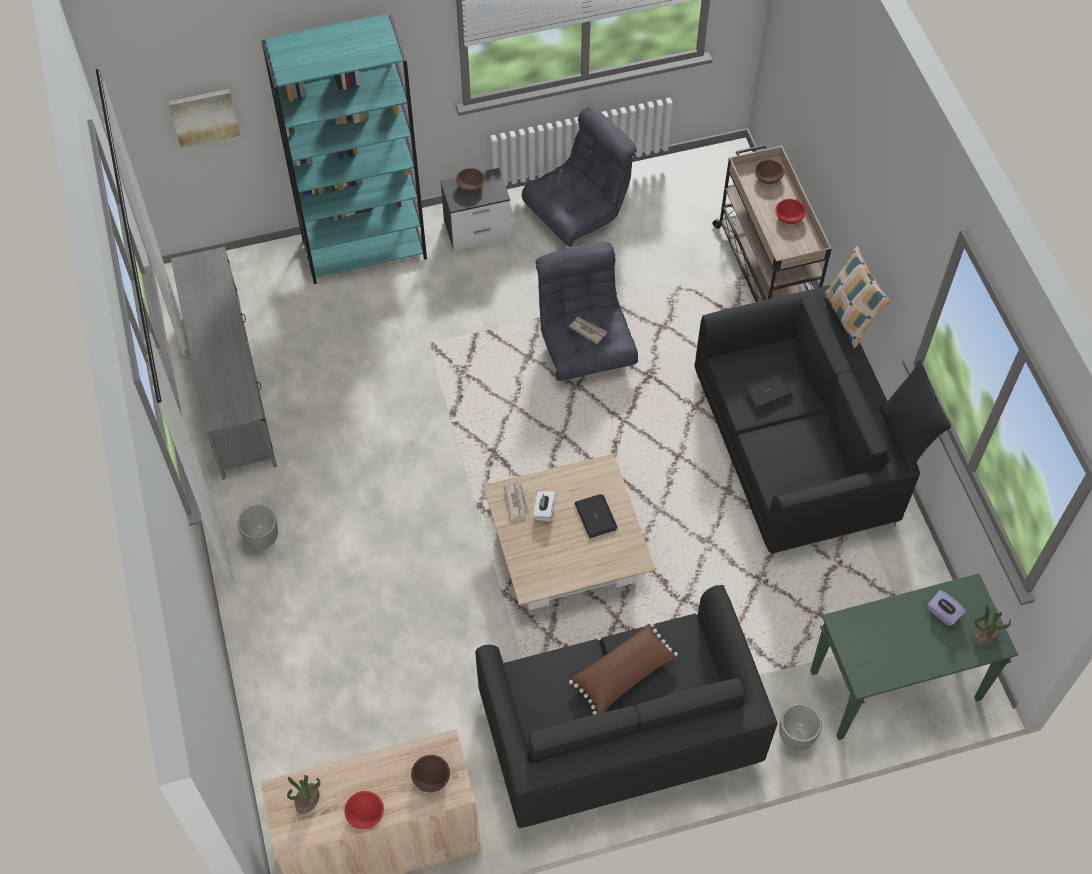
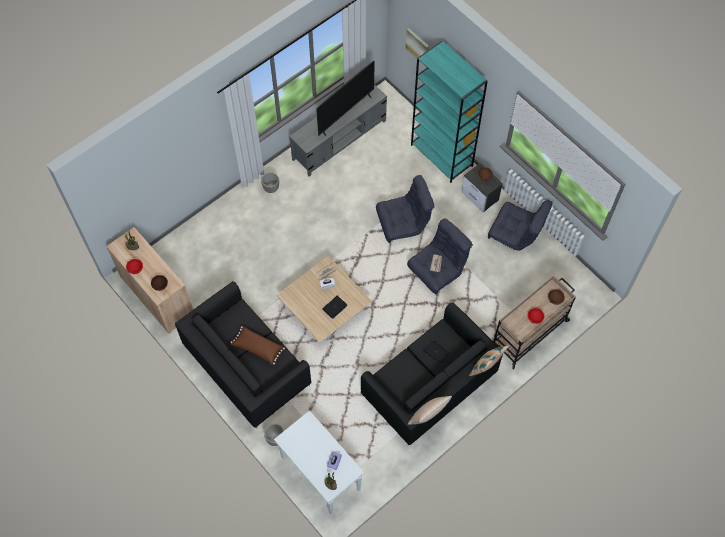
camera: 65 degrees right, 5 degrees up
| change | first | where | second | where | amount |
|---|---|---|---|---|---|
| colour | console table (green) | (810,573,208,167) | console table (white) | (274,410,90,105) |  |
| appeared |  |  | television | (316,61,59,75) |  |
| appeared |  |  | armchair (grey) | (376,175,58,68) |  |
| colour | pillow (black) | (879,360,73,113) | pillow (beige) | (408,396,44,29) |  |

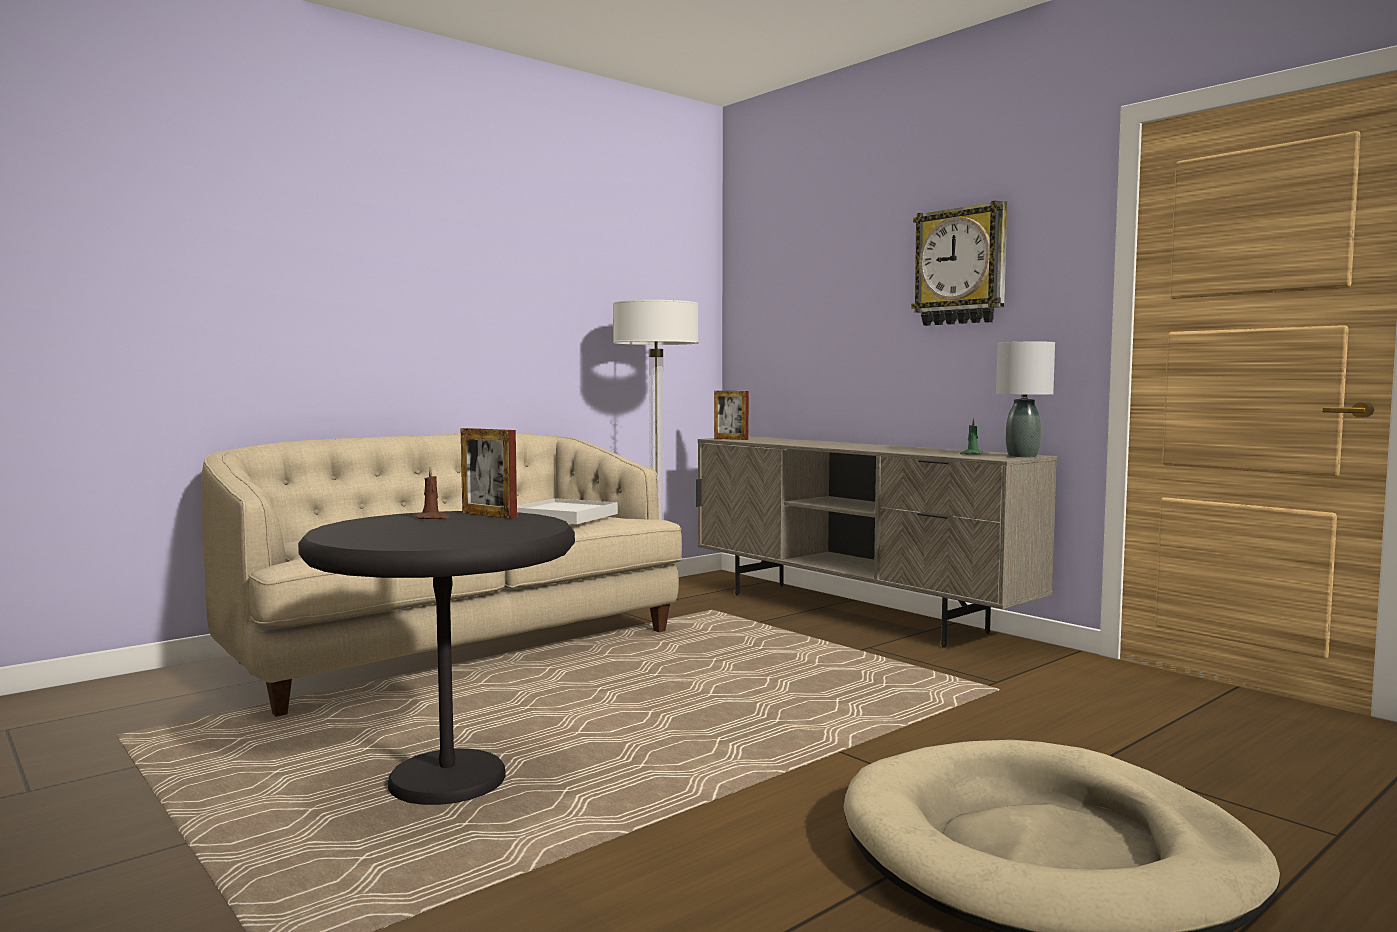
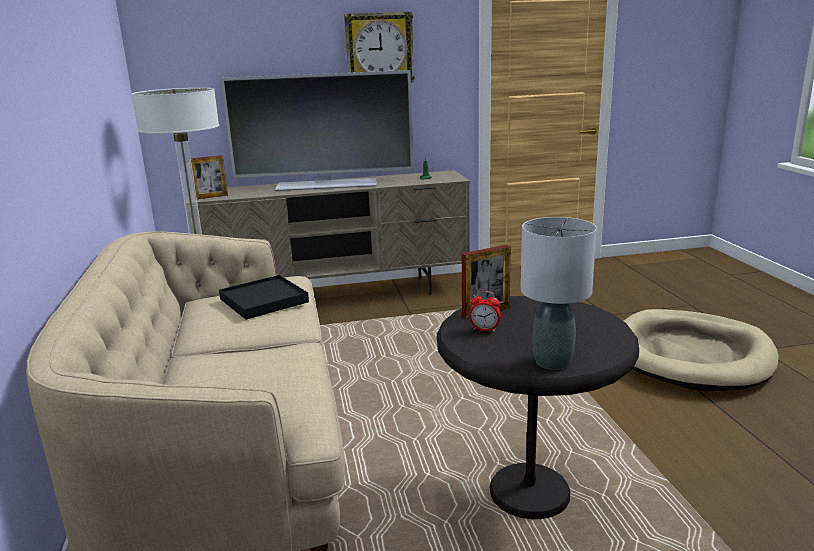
camera: 60 degrees left, 15 degrees up
| change | first | where | second | where | amount |
|---|---|---|---|---|---|
| colour | tray (white) | (517,498,101,26) | tray (black) | (219,275,90,45) |  |
| appeared |  |  | television | (221,70,193,121) |  |
| exchanged | candle (brown) | (416,466,34,53) | alarm clock | (469,291,32,41) |  |
| relocated | table lamp (grey) | (996,342,59,115) |  | (520,217,77,153) |  |

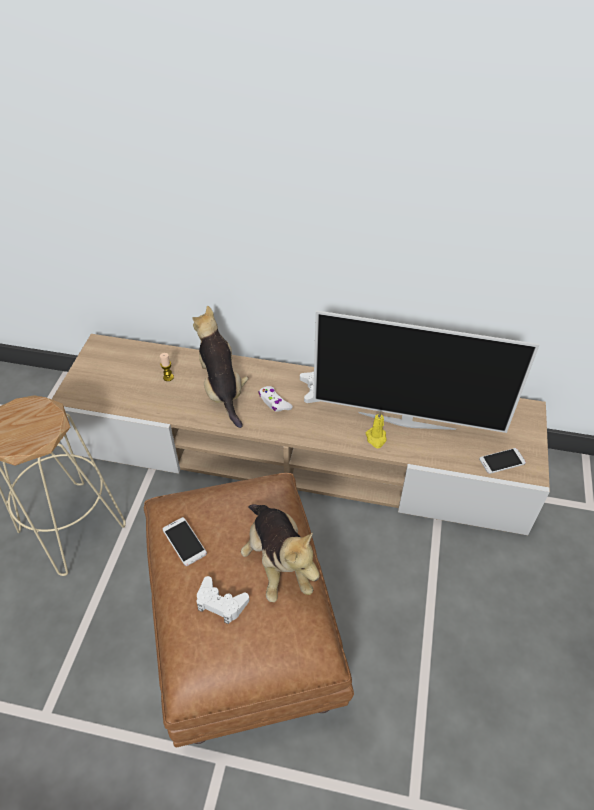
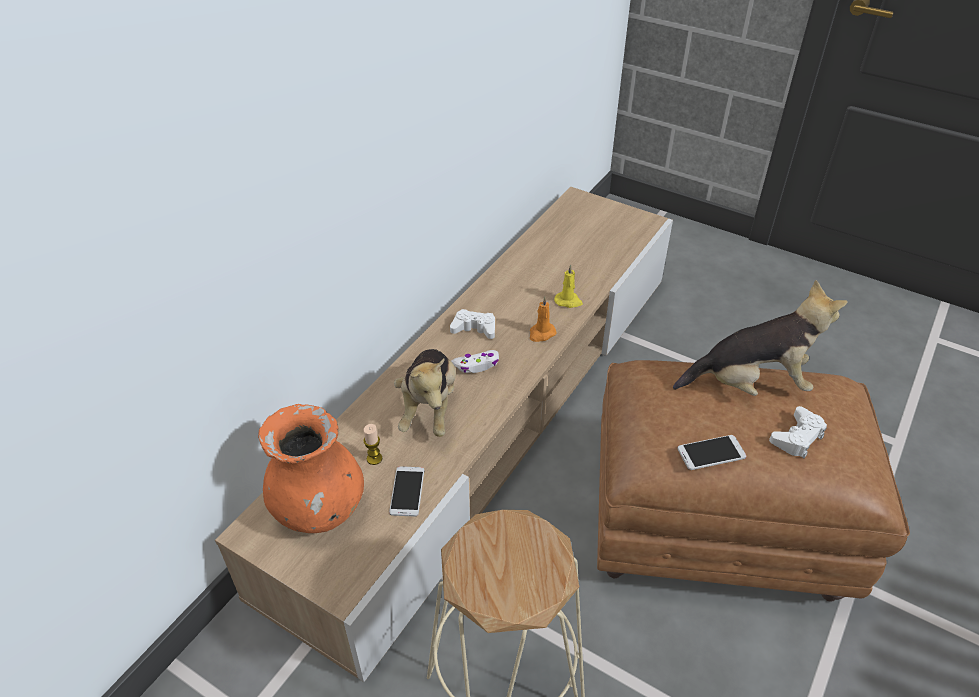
camera: 70 degrees left, 5 degrees down
| change | first | where | second | where | amount |
|---|---|---|---|---|---|
| appeared |  |  | vase (orange) | (258,404,106,129) |  |
| relocated | phone | (479,448,47,26) |  | (389,466,35,51) |  |
| spun | plush toy | (192,306,56,122) |  | (394,349,62,88) | 90 degrees counterclockwise |
| appeared |  |  | candle (orange) | (530,296,27,46) |  |
| missing | television | (313,310,226,123) |  |  |  |

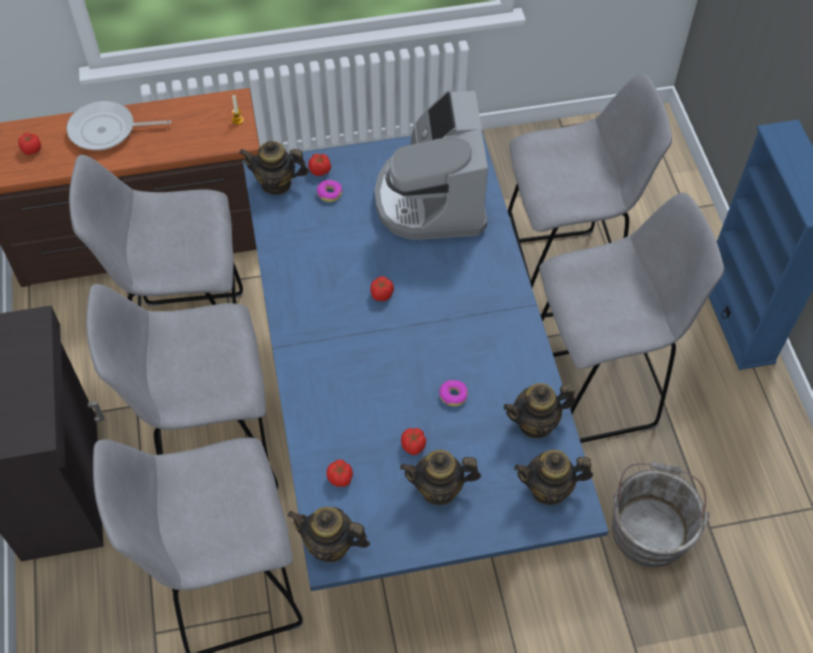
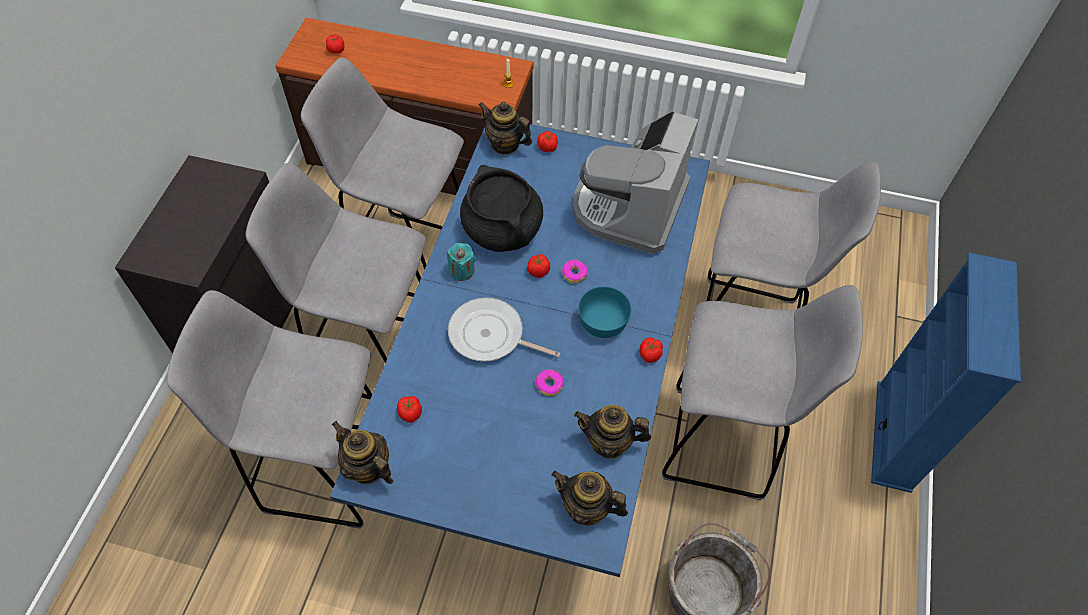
camera: 25 degrees right, 0 degrees up
| change | first | where | second | where | amount |
|---|---|---|---|---|---|
| appeared |  |  | candle (turquoise) | (447,243,29,38) |  |
| relocated | frying pan | (67,101,104,49) |  | (448,297,112,64) |  |
| appeared |  |  | cooking pot (black) | (460,165,83,87) |  |
| relocated | donut | (317,180,26,22) |  | (562,260,26,23) |  |
| appeared |  |  | bowl (turquoise) | (578,286,53,52) |  |
| relocated | tomato | (401,428,25,27) |  | (639,337,24,26) |  |
| missing | teapot | (400,450,81,55) |  |  |  |

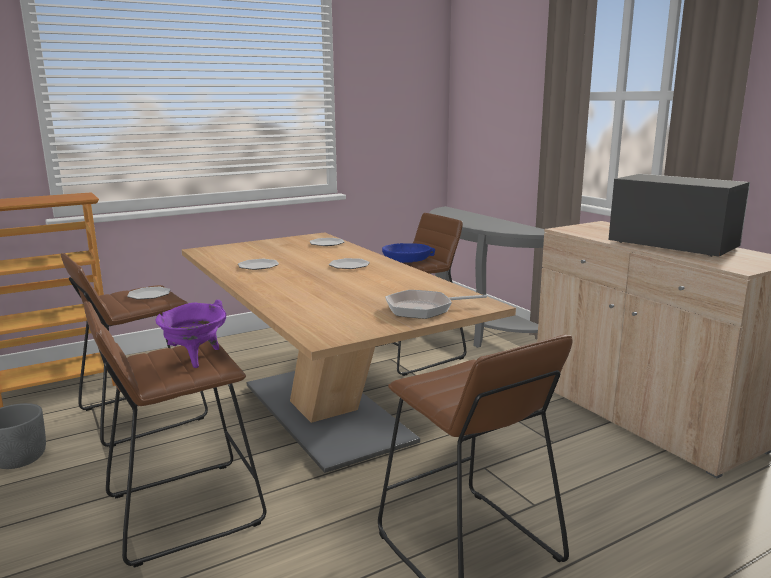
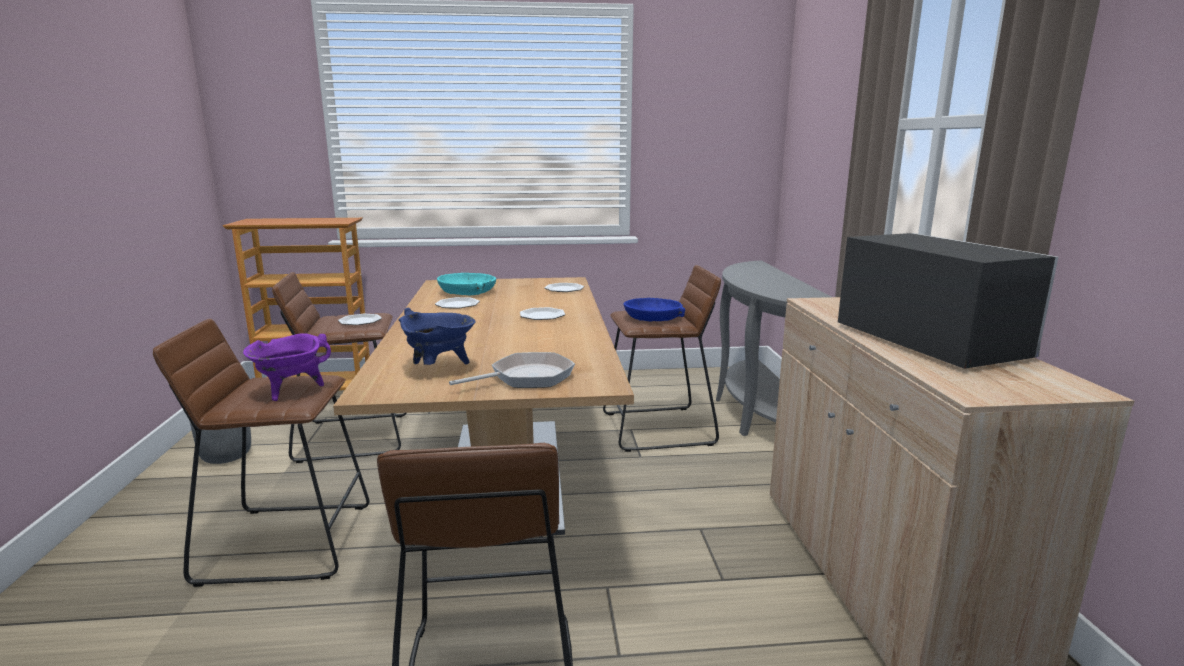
camera: 25 degrees right, 0 degrees up
| change | first | where | second | where | amount |
|---|---|---|---|---|---|
| appeared |  |  | cooking pot (blue) | (398,308,78,57) |  |
| appeared |  |  | bowl (turquoise) | (437,273,59,22) |  |
| spun | frying pan | (385,290,102,29) |  | (449,352,126,36) | 135 degrees clockwise |

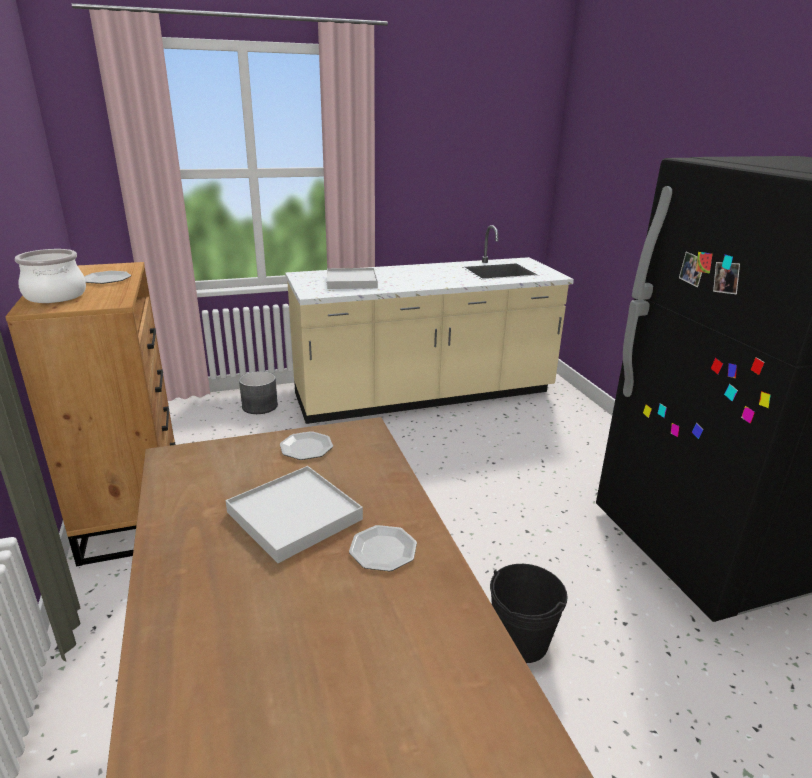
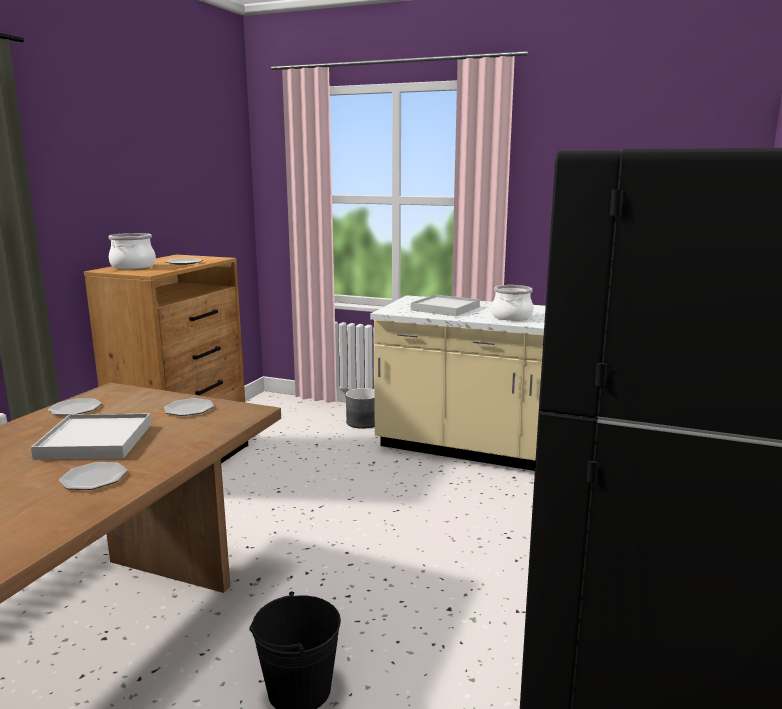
camera: 40 degrees right, 10 degrees down
| change | first | where | second | where | amount |
|---|---|---|---|---|---|
| appeared |  |  | plate | (48,398,54,17) |  |
| appeared |  |  | cooking pot | (491,285,42,36) |  |

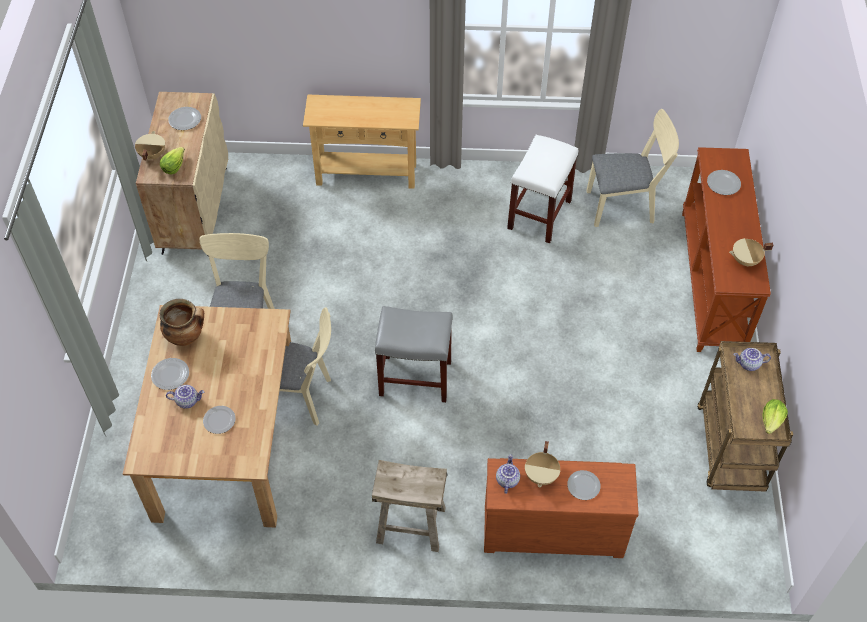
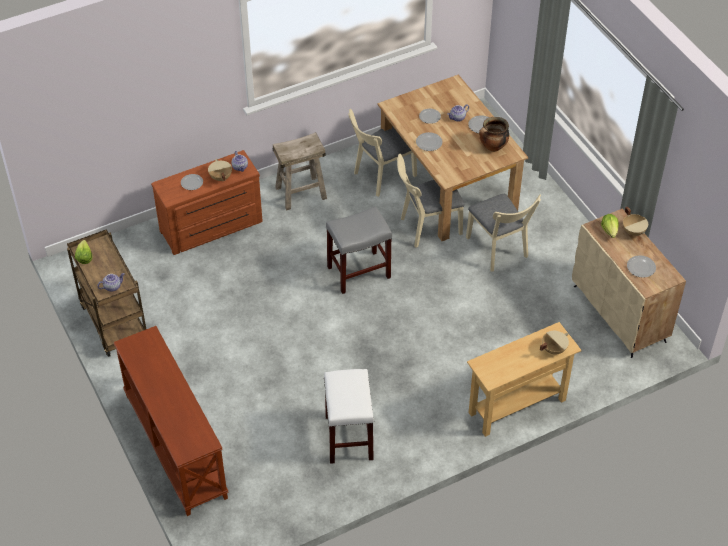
camera: 150 degrees right, 5 degrees down
| change | first | where | second | where | amount |
|---|---|---|---|---|---|
| relocated | chair (beige) | (586,109,93,118) |  | (348,109,69,88) |  |
| relocated | plate | (707,170,34,25) |  | (416,132,26,19) |  |
| relocated | cooking pot (beige) | (729,238,44,28) |  | (540,331,29,23) |  |

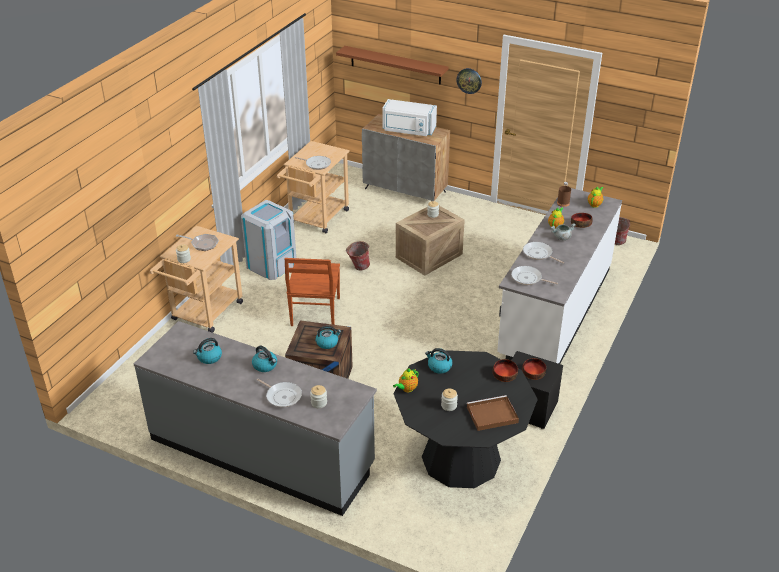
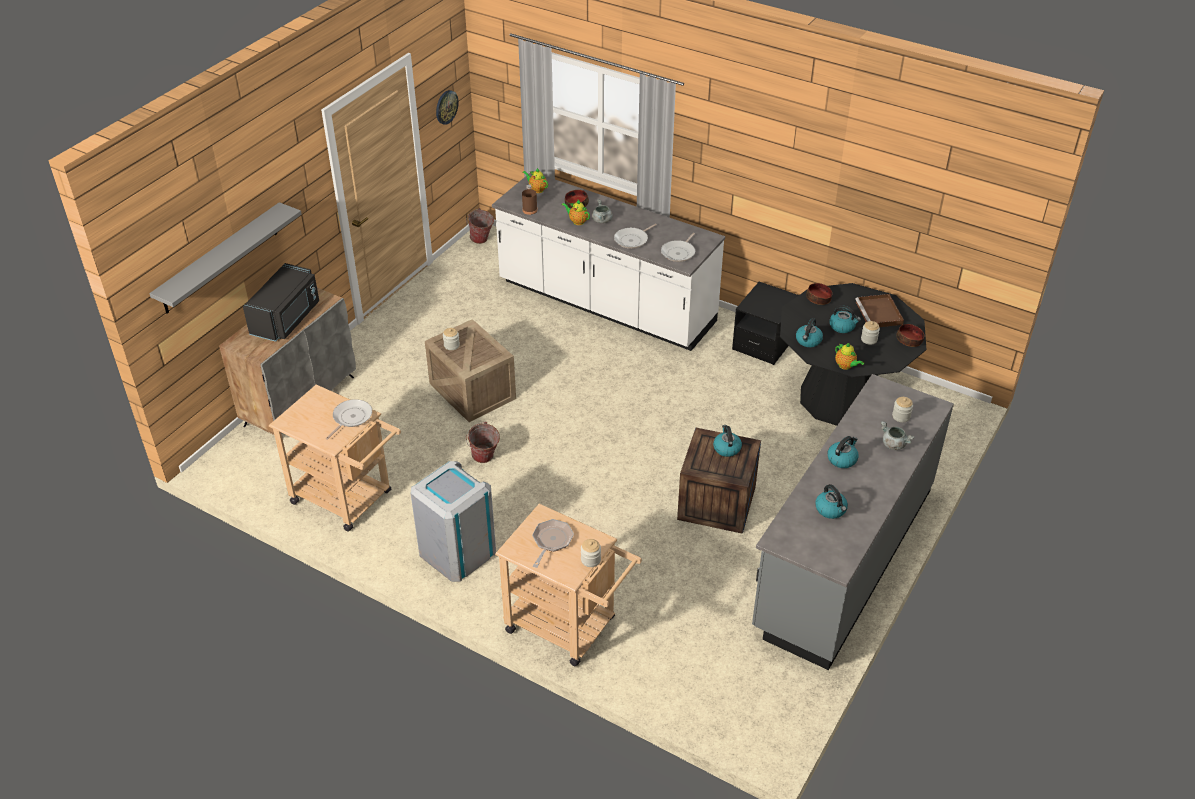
camera: 85 degrees left, 5 degrees up
| change | first | where | second | where | amount |
|---|---|---|---|---|---|
| colour | shelf (brown) | (336,46,113,39) | shelf (grey) | (149,202,153,111) |  |
| colour | microwave (white) | (382,99,55,37) | microwave (black) | (243,263,76,79) |  |
| relocated | wall clock | (456,68,26,26) |  | (436,90,23,35) |  |
| appeared |  |  | kettle | (829,305,32,28) |  |
| exchanged | frying pan | (257,379,45,28) | cooking pot (grey) | (881,421,34,29) |  |
| relocated | bowl | (522,358,24,22) |  | (896,324,28,23) |  |
| missing | chair (brown) | (285,258,55,68) |  |  |  |

